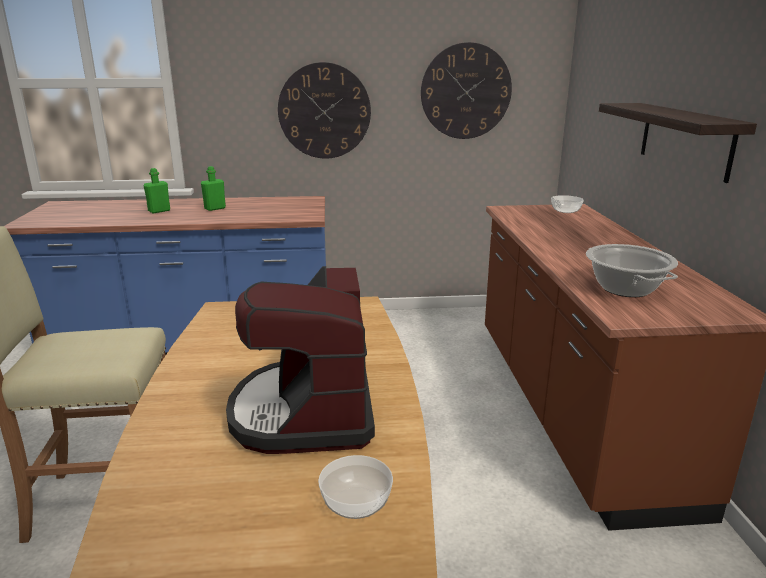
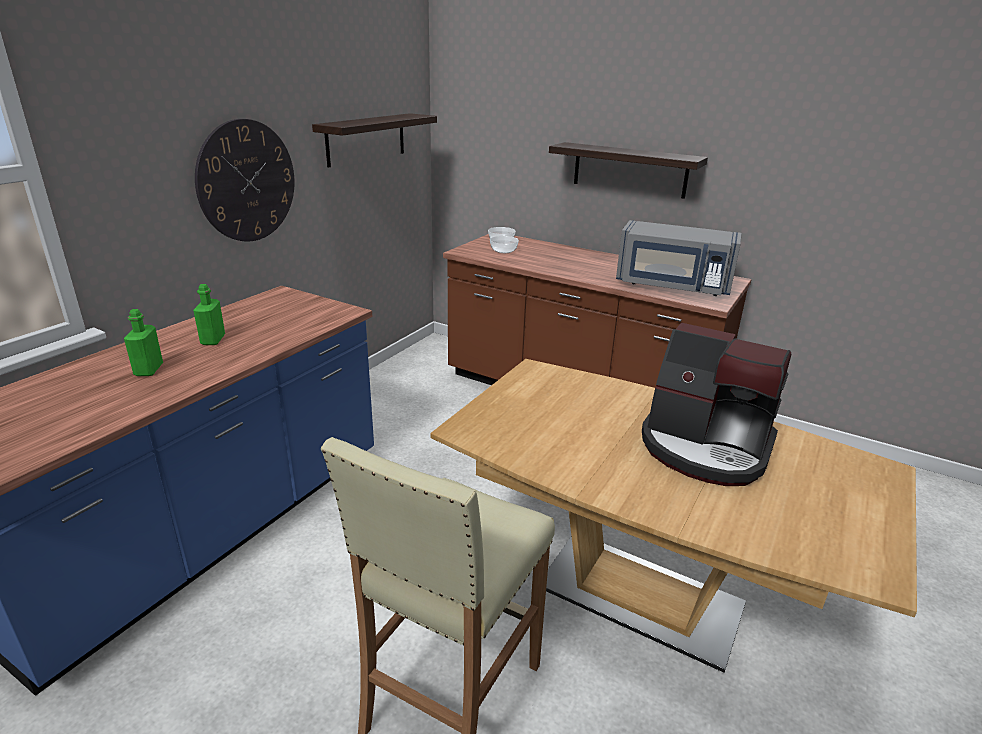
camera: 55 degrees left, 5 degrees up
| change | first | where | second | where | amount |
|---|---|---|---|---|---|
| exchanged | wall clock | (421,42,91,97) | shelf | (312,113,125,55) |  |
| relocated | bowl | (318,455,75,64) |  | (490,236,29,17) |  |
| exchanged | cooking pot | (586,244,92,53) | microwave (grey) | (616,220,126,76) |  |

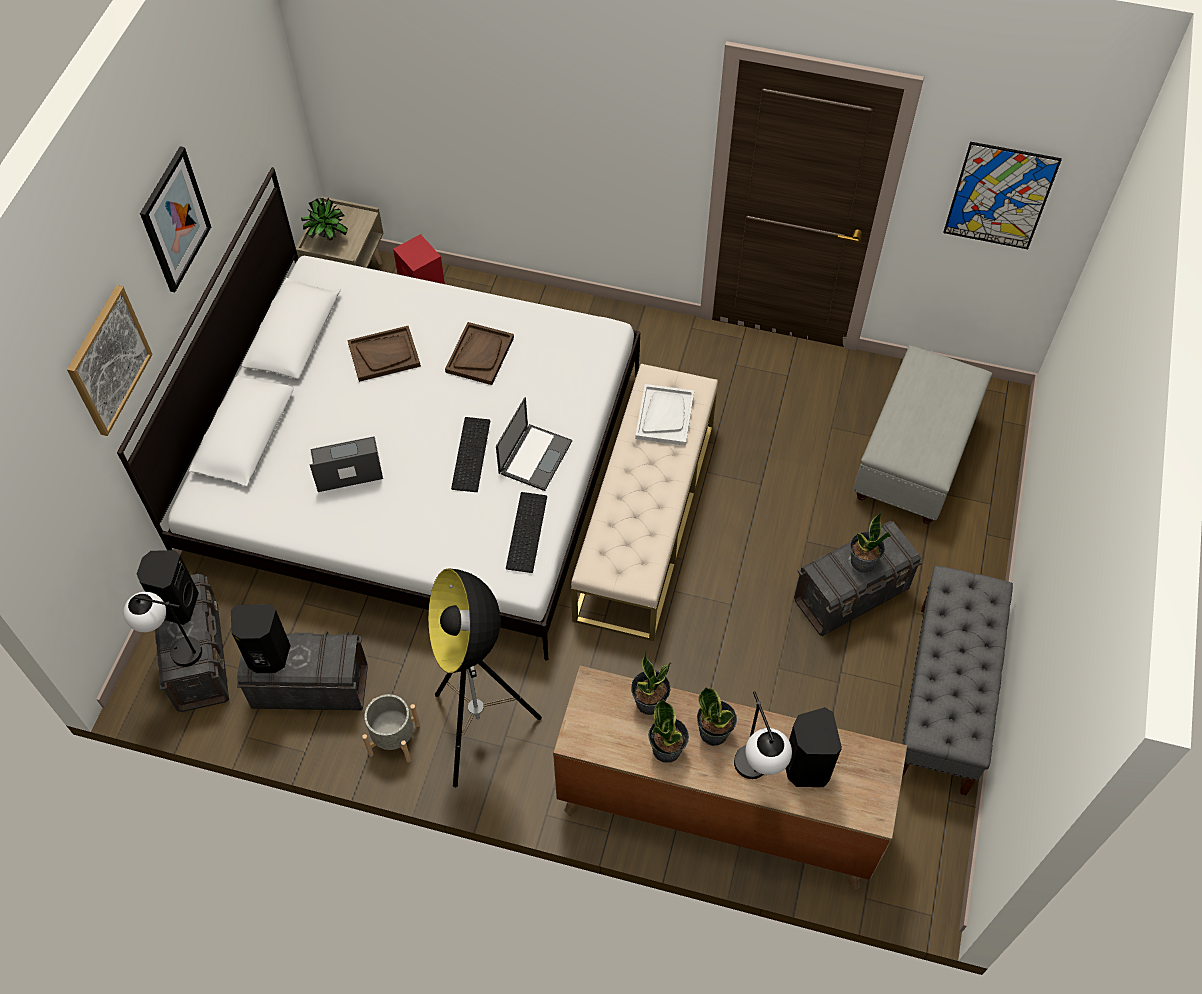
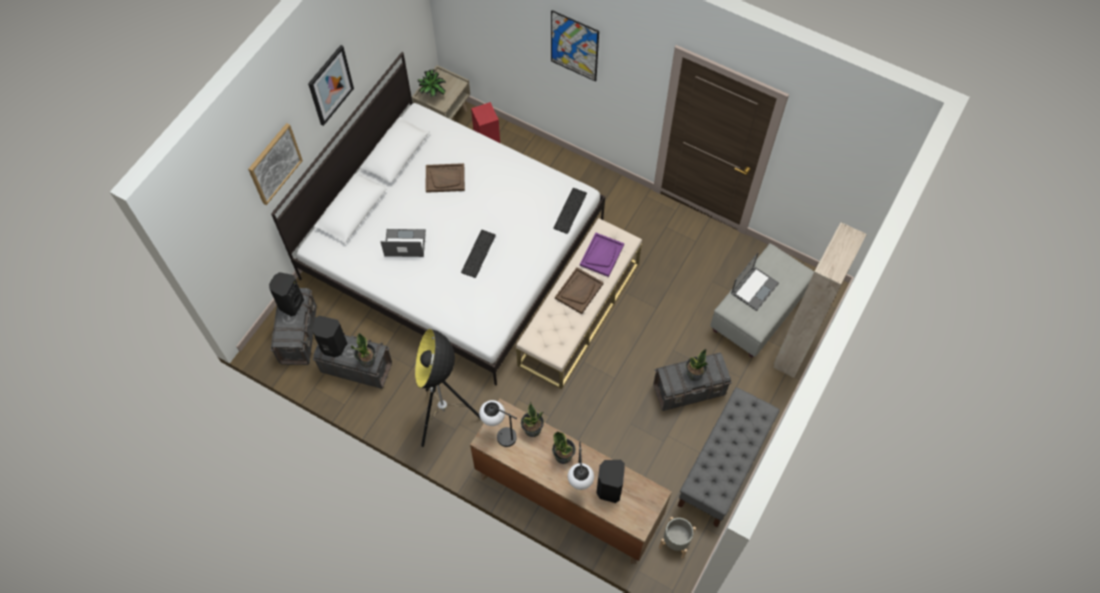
camera: 15 degrees right, 5 degrees up
| change | first | where | second | where | amount |
|---|---|---|---|---|---|
| relocated | potted plant | (648,699,41,64) |  | (351,333,25,34) |  |
| relocated | table lamp | (124,592,78,75) |  | (479,400,38,47) |  |
| relocated | picture | (943,142,119,107) |  | (551,10,48,72) |  |
| relocated | keyboard | (506,492,41,81) |  | (553,188,34,46) |  |
| relocated | tray (brown) | (445,322,69,63) |  | (555,267,49,47) |  |
| colour | tray (white) | (635,384,59,62) | tray (purple) | (580,233,44,44) |  |
| relocated | planter (grey) | (362,694,58,69) |  | (659,517,37,42) |  |
| relocated | laptop | (496,397,76,94) |  | (731,253,48,58) |  |
| appeared |  |  | wardrobe (beige) | (773,222,94,156) |  |

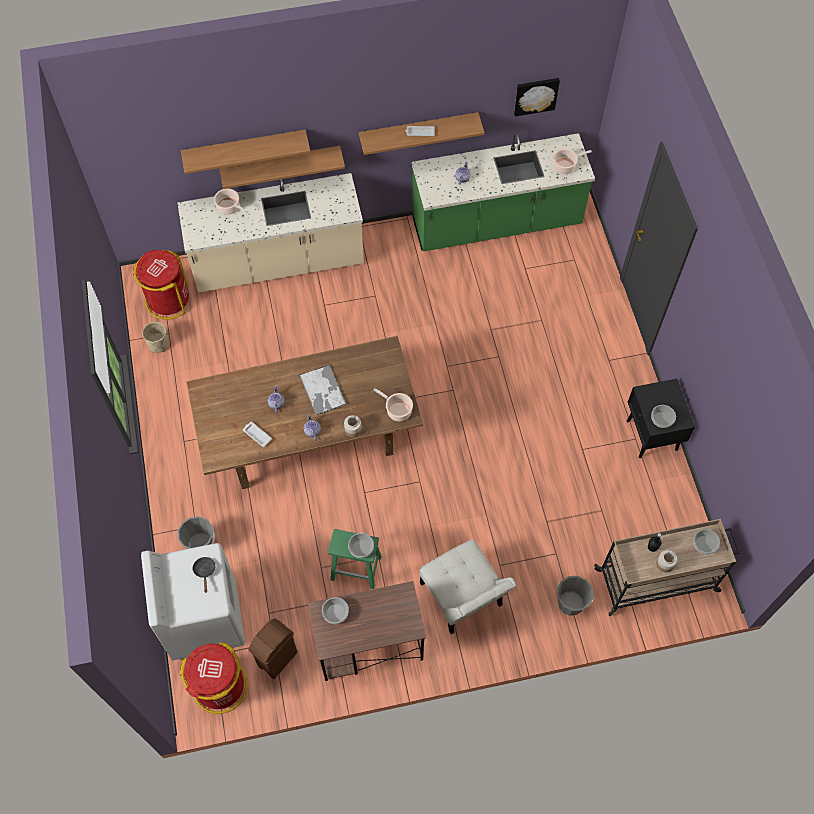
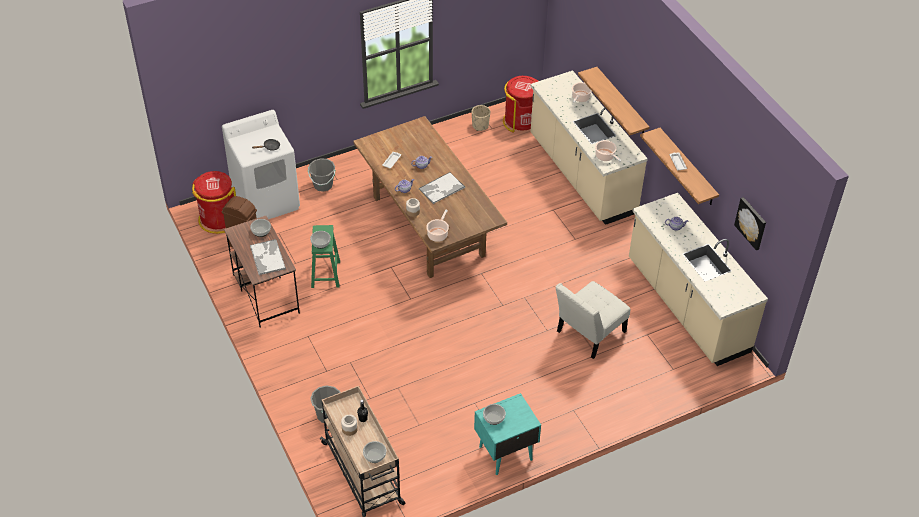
camera: 75 degrees right, 15 degrees down
| change | first | where | second | where | amount |
|---|---|---|---|---|---|
| appeared |  |  | tray | (250,239,36,36) |  |
| colour | nightstand (black) | (627,379,68,79) | nightstand (turquoise) | (474,393,67,82) |  |
| relocated | chair (white) | (419,539,97,96) |  | (555,281,75,78) |  |
| relocated | cooking pot | (553,149,39,25) |  | (595,140,26,22) |  |
| colour | counter (green) | (412,133,183,119) | counter (beige) | (629,193,139,173) |  |
| missing | shelf | (181,130,130,44) |  |  |  |

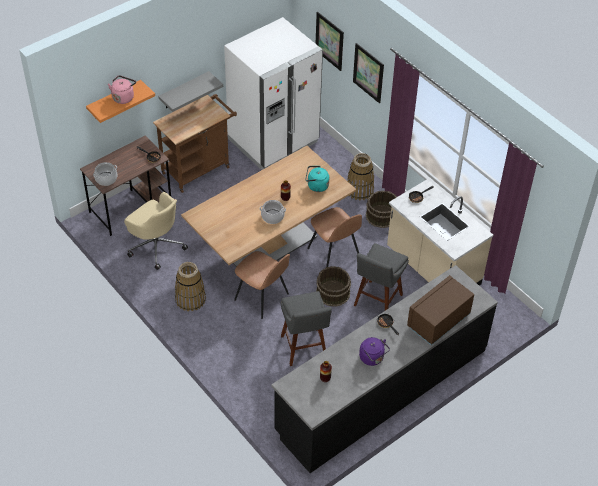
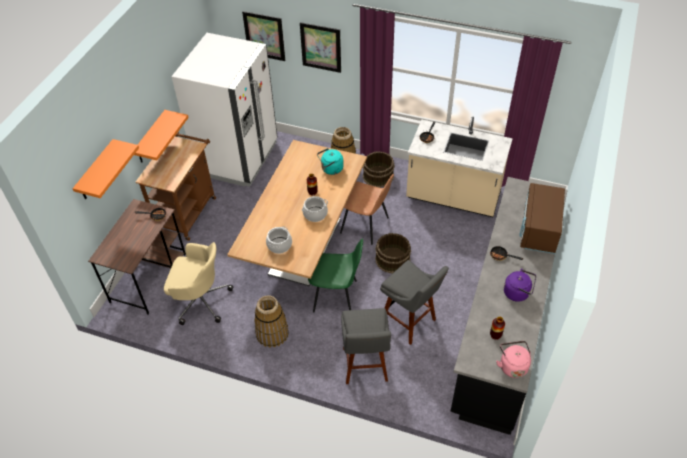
camera: 30 degrees left, 0 degrees up
| change | first | where | second | where | amount |
|---|---|---|---|---|---|
| colour | shelf (grey) | (158,71,65,41) | shelf (orange) | (134,110,55,53) |  |
| relocated | cooking pot | (93,162,24,24) |  | (266,226,26,28) |  |
| colour | chair (brown) | (234,251,56,68) | chair (green) | (308,239,55,73) |  |
| relocated | stool (grey) | (354,243,55,67) |  | (341,308,50,76) |  |
| relocated | kettle (pink) | (108,75,28,29) |  | (496,341,35,37) |  |

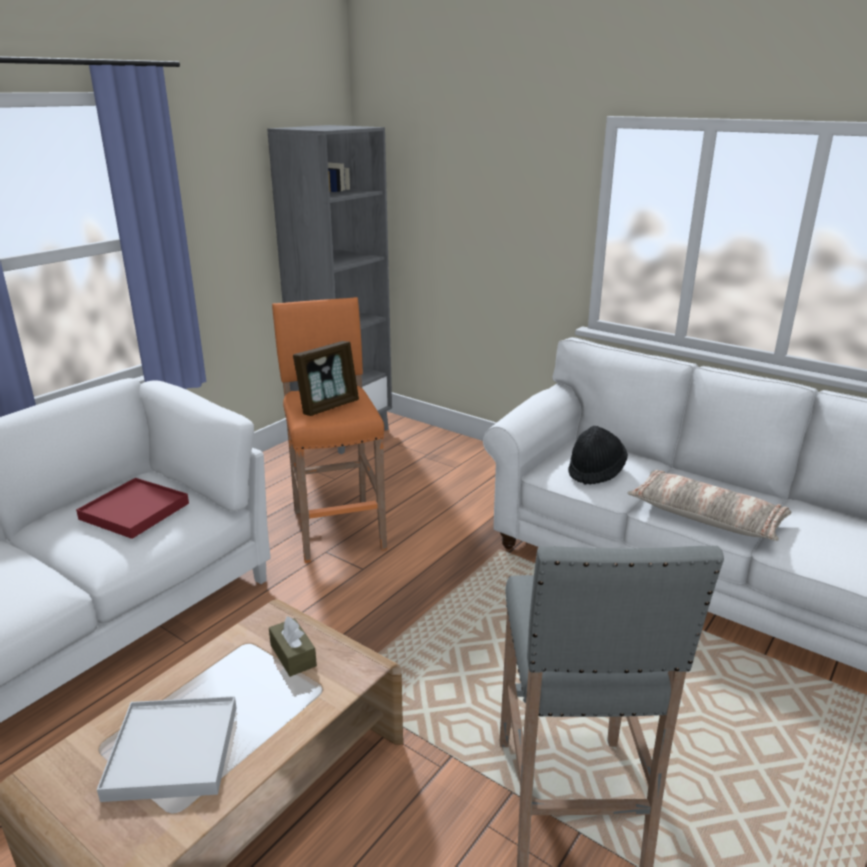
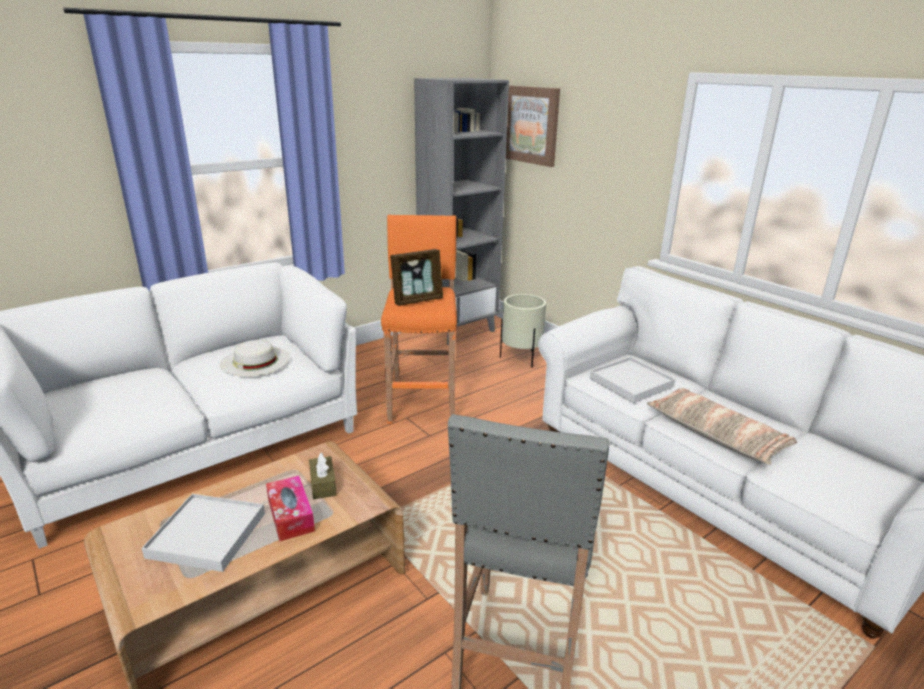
camera: 15 degrees right, 0 degrees up
| change | first | where | second | where | amount |
|---|---|---|---|---|---|
| exchanged | tray (red) | (76,478,113,61) | hat (white) | (220,340,70,36) |  |
| appeared |  |  | tissue box | (266,476,49,66) |  |
| appeared |  |  | planter (beige) | (500,294,46,74) |  |
| appeared |  |  | picture | (506,85,54,82) |  |
| exchanged | hat (black) | (568,426,60,59) | tray (white) | (590,357,85,46) |  |

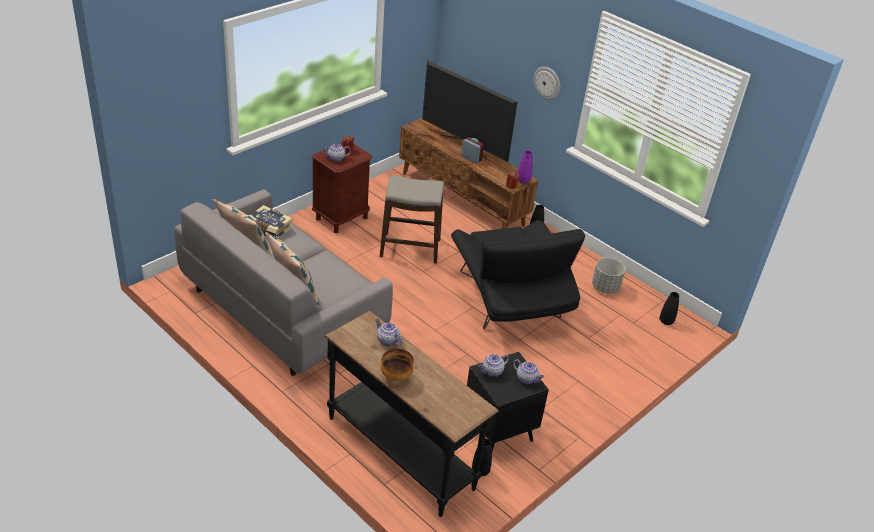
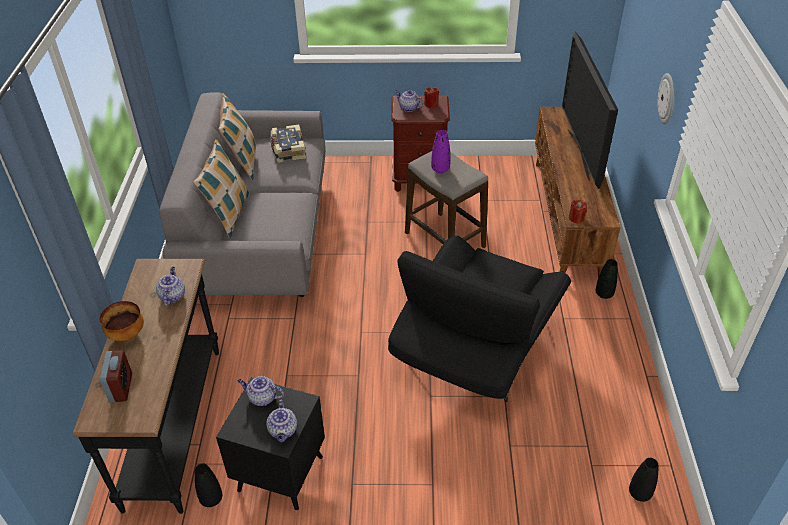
camera: 50 degrees right, 5 degrees up
| change | first | where | second | where | amount |
|---|---|---|---|---|---|
| relocated | alarm clock | (461,137,23,27) |  | (100,350,32,52) |  |
| relocated | vase (purple) | (518,150,15,34) |  | (431,130,20,43) |  |
| missing | planter (grey) | (592,258,33,36) |  |  |  |

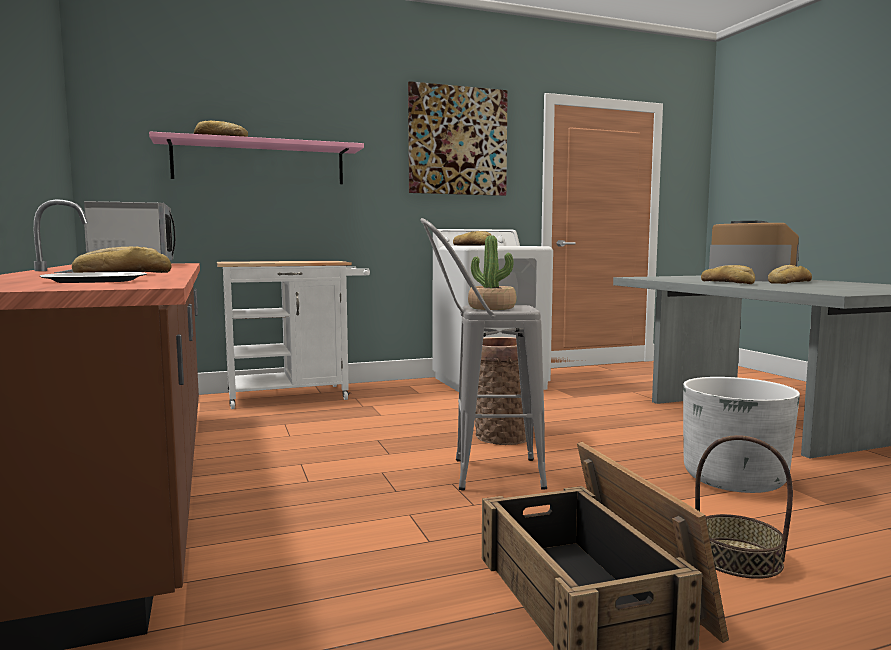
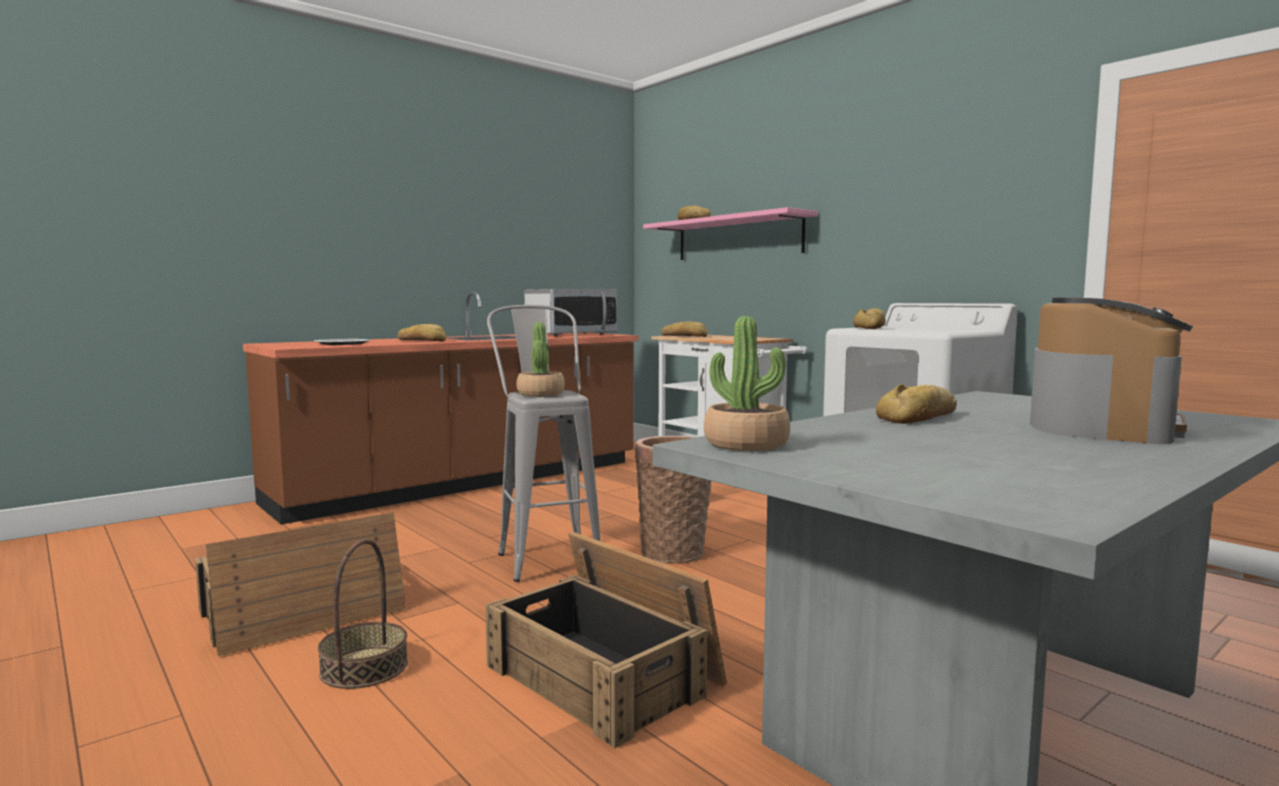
camera: 70 degrees right, 0 degrees up
| change | first | where | second | where | amount |
|---|---|---|---|---|---|
| exchanged | planter (white) | (683,377,117,116) | crate | (485,532,242,216) |  |
| relocated | bread | (768,265,44,19) |  | (661,322,47,15) |  |
| appeared |  |  | potted plant | (704,316,86,135) |  |
| missing | picture | (408,81,100,115) |  |  |  |

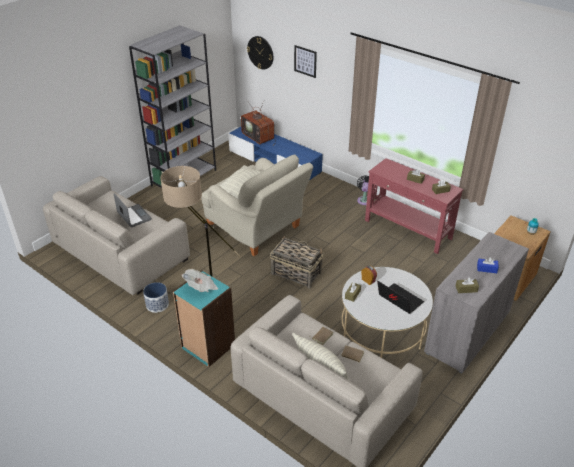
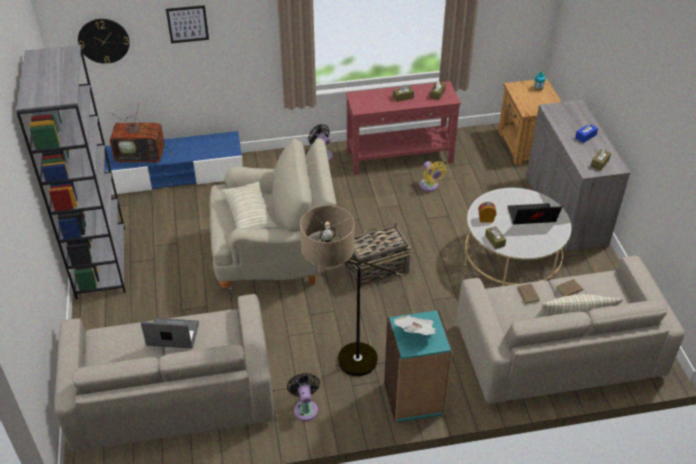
camera: 50 degrees left, 5 degrees up
| change | first | where | second | where | amount |
|---|---|---|---|---|---|
| exchanged | planter | (143,282,26,31) | fan (black) | (287,373,33,48) |  |
| appeared |  |  | fan (yellow) | (419,161,27,30) |  |

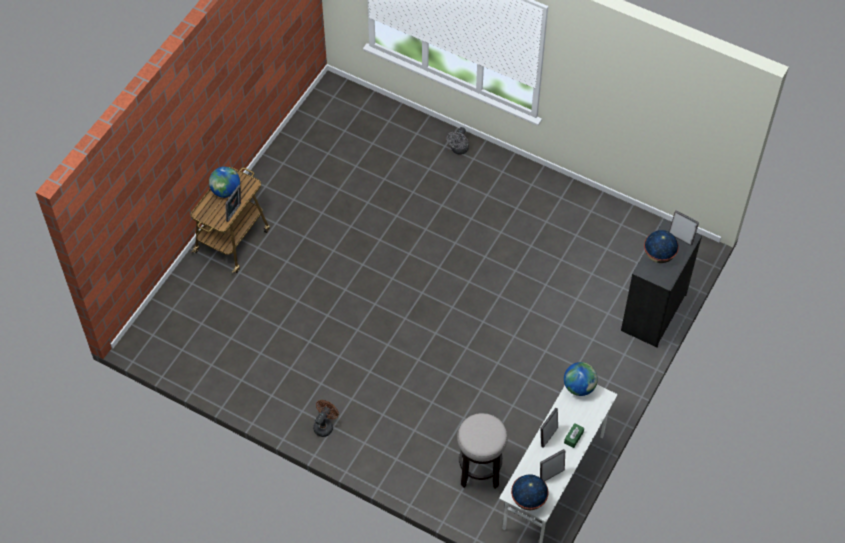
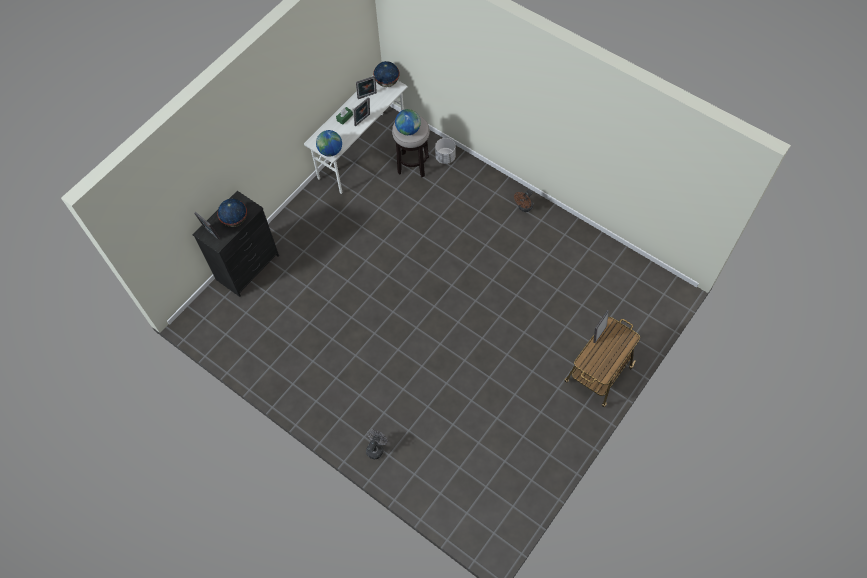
camera: 170 degrees left, 5 degrees up
| change | first | where | second | where | amount |
|---|---|---|---|---|---|
| relocated | globe | (209,167,31,31) |  | (395,109,26,26) |  |
| appeared |  |  | planter (white) | (435,138,21,26) |  |

